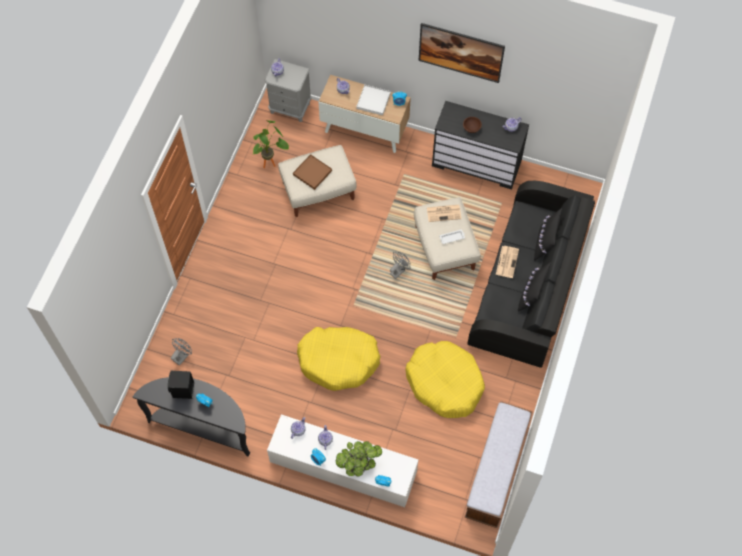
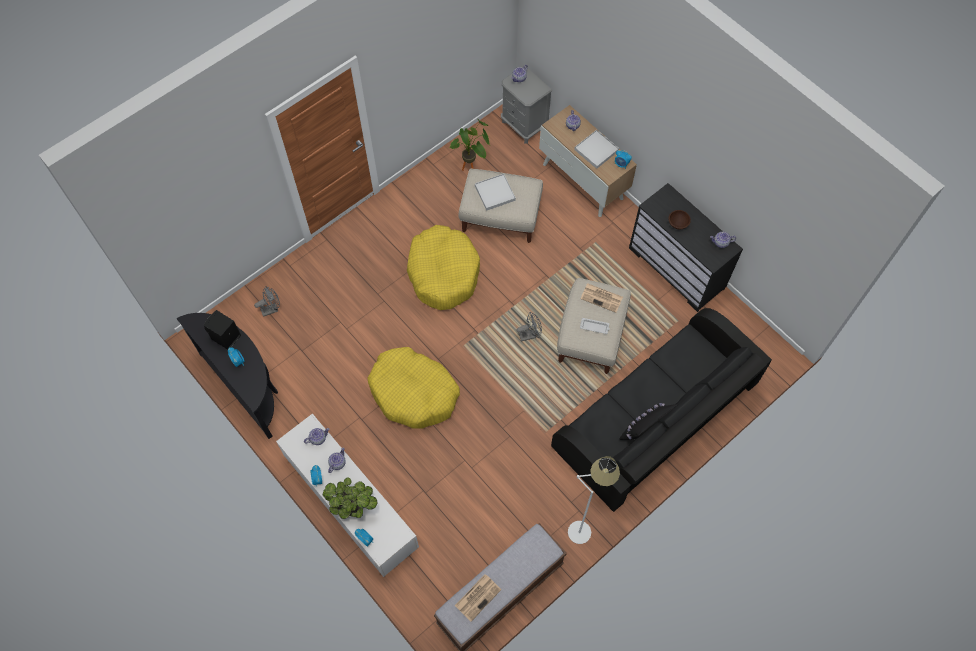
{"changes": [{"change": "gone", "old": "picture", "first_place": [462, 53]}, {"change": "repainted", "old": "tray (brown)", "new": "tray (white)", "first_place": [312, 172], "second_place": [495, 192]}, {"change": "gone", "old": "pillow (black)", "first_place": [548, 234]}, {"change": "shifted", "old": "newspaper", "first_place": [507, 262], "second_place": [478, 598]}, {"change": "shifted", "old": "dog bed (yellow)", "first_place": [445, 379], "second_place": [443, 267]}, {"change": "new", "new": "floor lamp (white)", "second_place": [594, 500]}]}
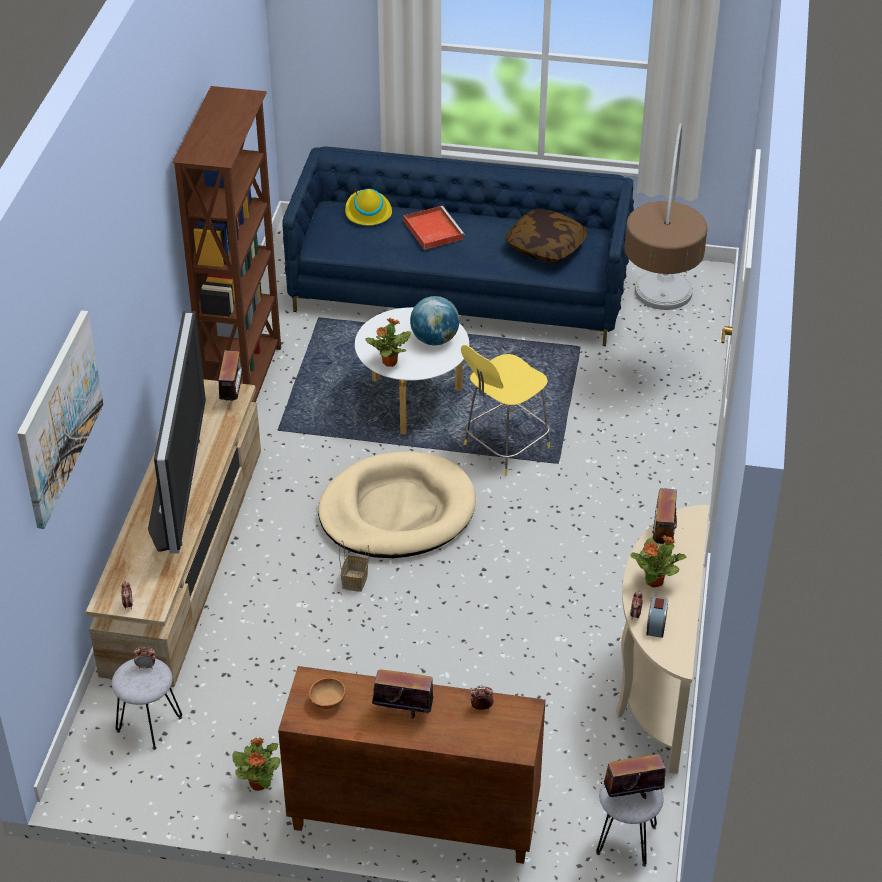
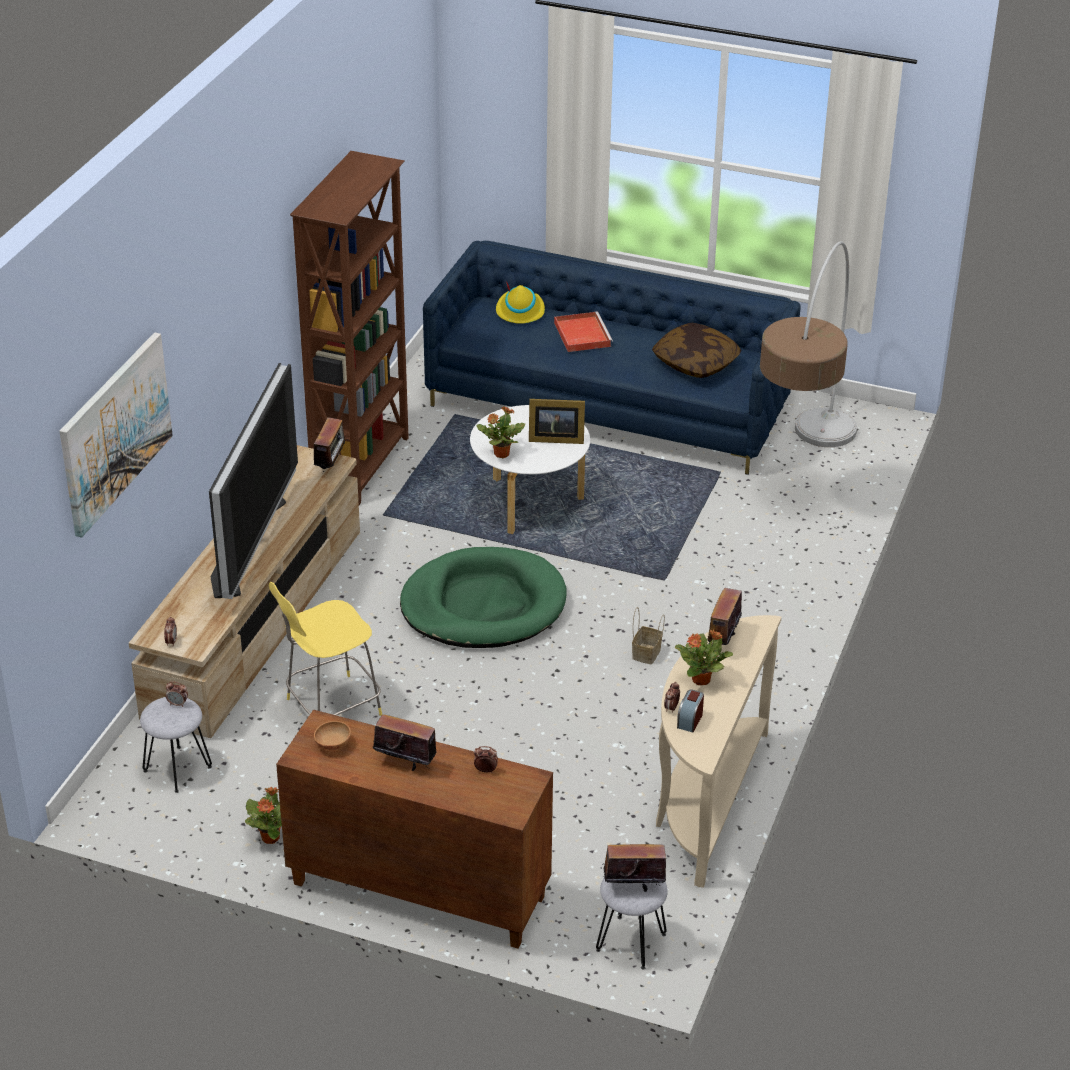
{"changes": [{"change": "swapped", "old": "globe", "new": "picture frame", "first_place": [434, 320], "second_place": [557, 421]}, {"change": "shifted", "old": "stool (yellow)", "first_place": [505, 410], "second_place": [325, 649]}, {"change": "repainted", "old": "dog bed (beige)", "new": "dog bed (green)", "first_place": [397, 504], "second_place": [483, 597]}, {"change": "shifted", "old": "basket", "first_place": [354, 566], "second_place": [648, 635]}]}
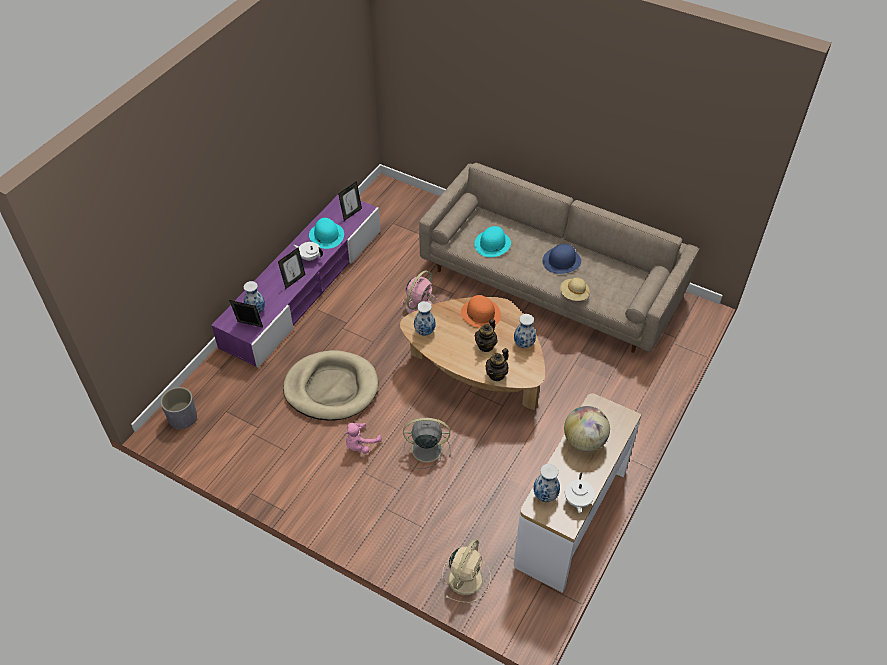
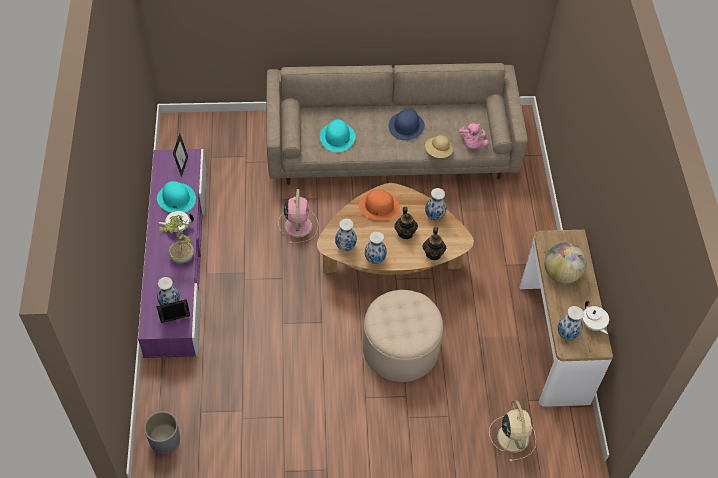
{"changes": [{"change": "swapped", "old": "picture frame", "new": "potted plant", "first_place": [292, 268], "second_place": [175, 239]}, {"change": "gone", "old": "dog bed (beige)", "first_place": [330, 385]}, {"change": "swapped", "old": "fan (grey)", "new": "ottoman (beige)", "first_place": [427, 443], "second_place": [403, 336]}, {"change": "shifted", "old": "plush toy (pink)", "first_place": [363, 438], "second_place": [474, 136]}, {"change": "new", "new": "vase", "second_place": [376, 247]}]}
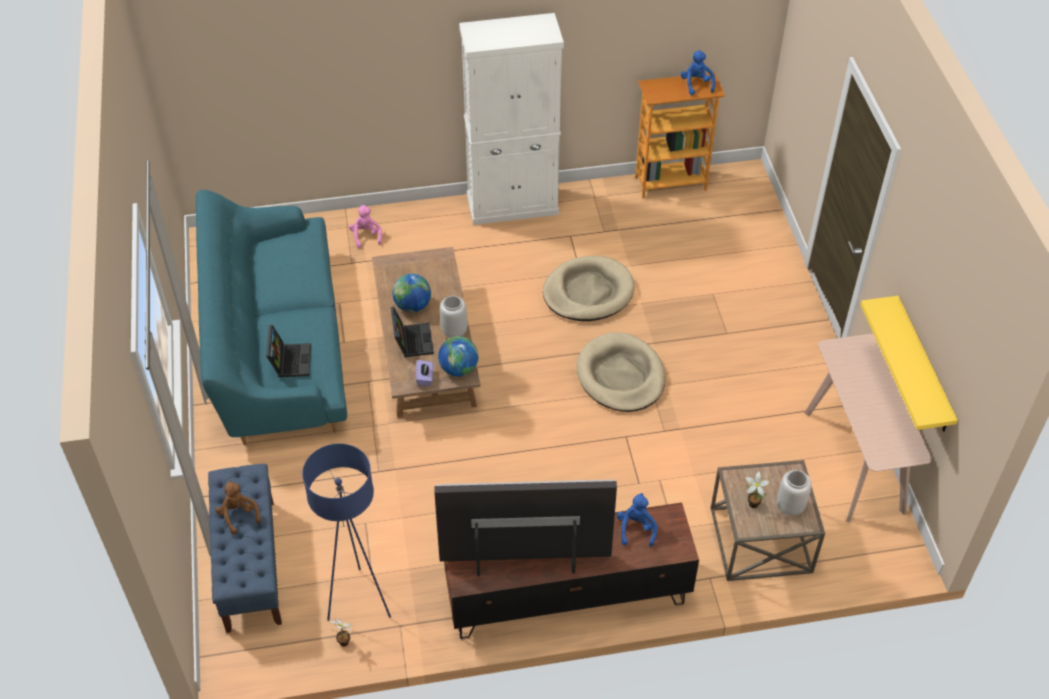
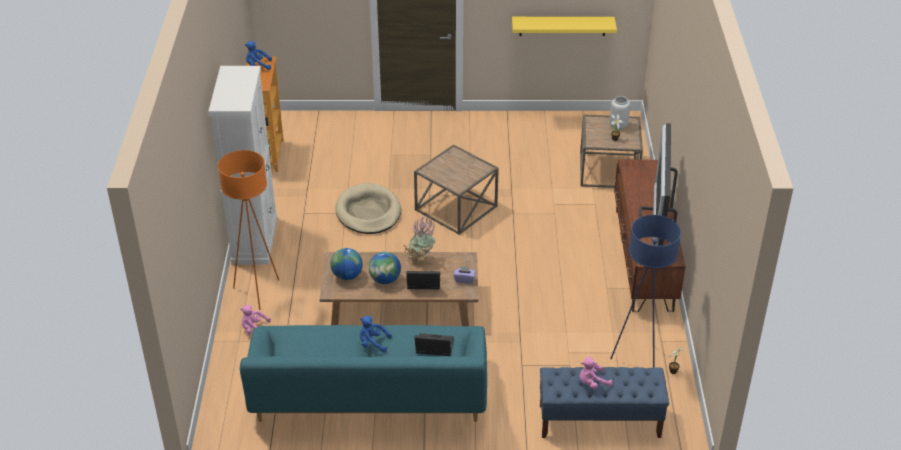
{"changes": [{"change": "swapped", "old": "vase (grey)", "new": "potted plant", "first_place": [453, 317], "second_place": [419, 240]}, {"change": "swapped", "old": "dog bed (beige)", "new": "side table (brown)", "first_place": [620, 372], "second_place": [456, 190]}, {"change": "gone", "old": "console table (beige)", "first_place": [868, 428]}, {"change": "shifted", "old": "globe", "first_place": [458, 356], "second_place": [346, 264]}, {"change": "repainted", "old": "plush toy (brown)", "new": "plush toy (pink)", "first_place": [238, 507], "second_place": [596, 373]}, {"change": "shifted", "old": "plush toy (blue)", "first_place": [637, 519], "second_place": [376, 334]}, {"change": "new", "new": "floor lamp (orange)", "second_place": [248, 230]}]}
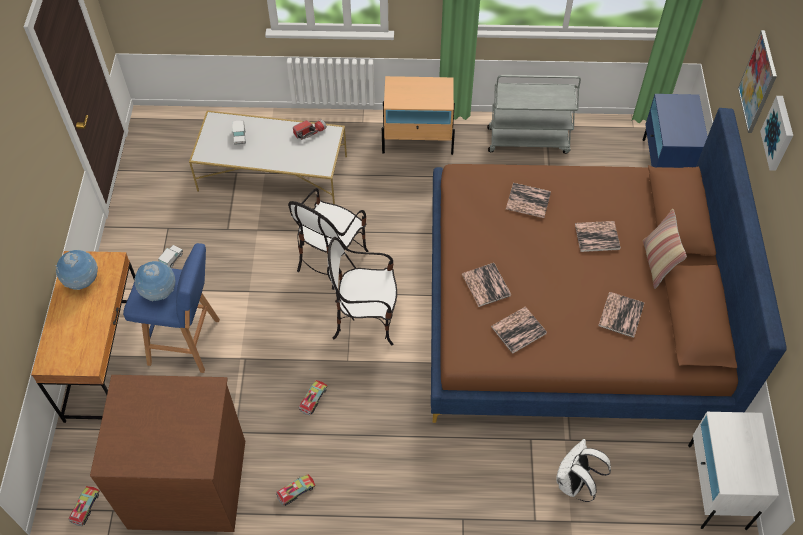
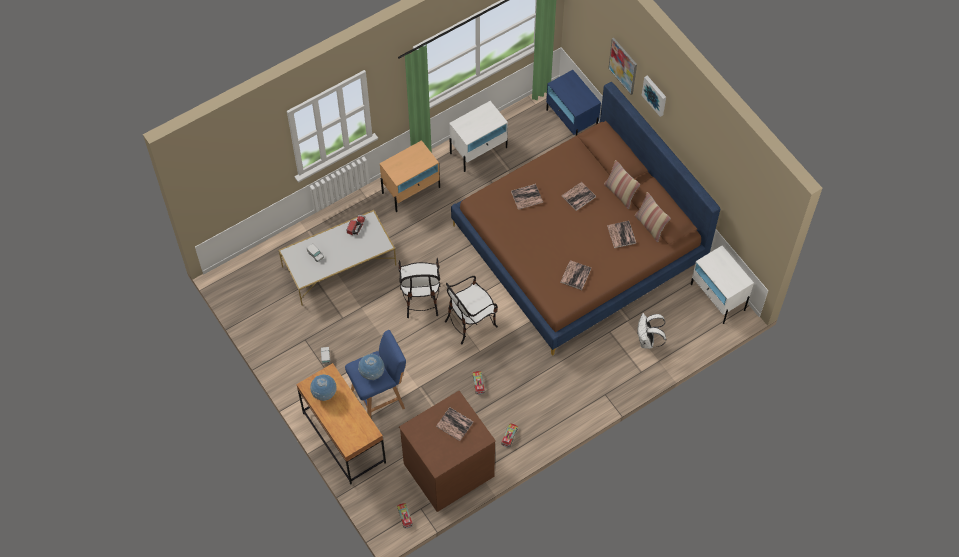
{"changes": [{"change": "swapped", "old": "cart (grey)", "new": "nightstand (white)", "first_place": [534, 114], "second_place": [478, 136]}, {"change": "shifted", "old": "book", "first_place": [486, 285], "second_place": [455, 424]}, {"change": "new", "new": "pillow", "second_place": [653, 217]}]}
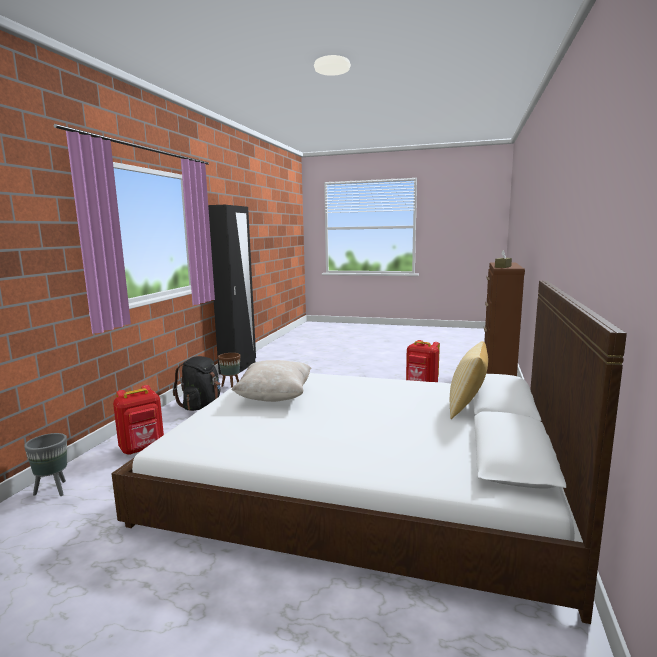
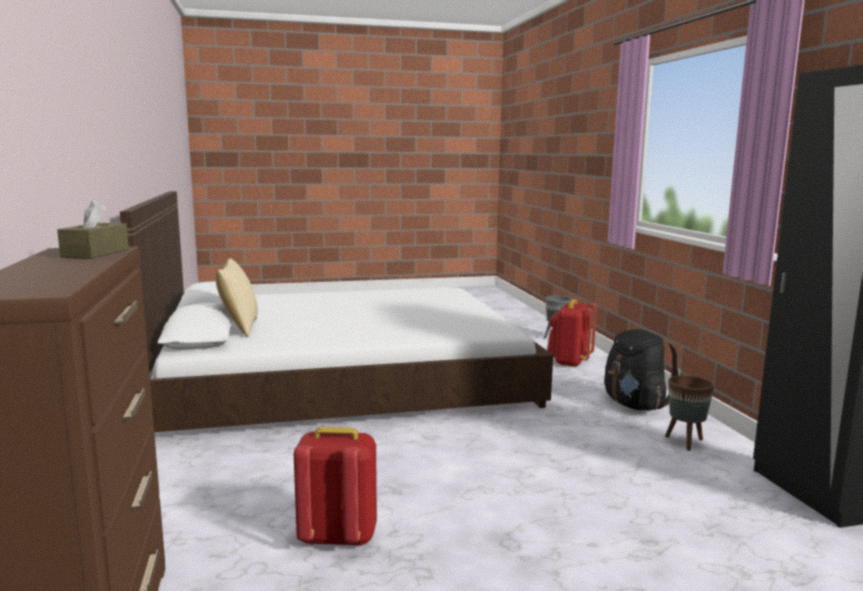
{"changes": [{"change": "gone", "old": "pillow (beige)", "first_place": [271, 381]}]}
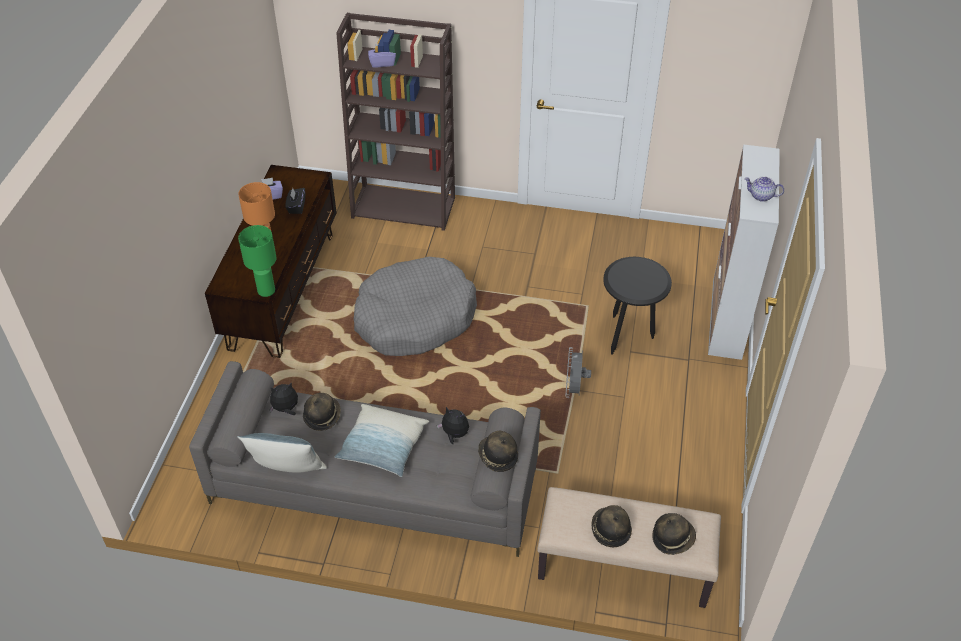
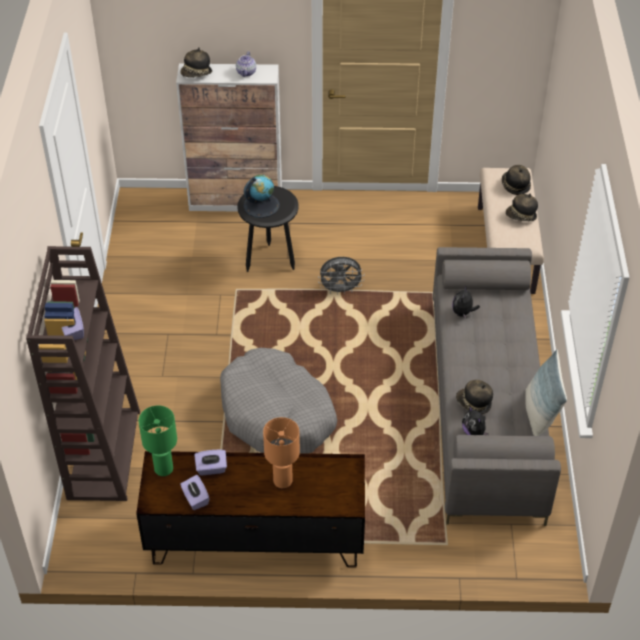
{"changes": [{"change": "repainted", "old": "tissue box (black)", "new": "tissue box (purple)", "first_place": [295, 201], "second_place": [210, 462]}, {"change": "shifted", "old": "table lamp (green)", "first_place": [257, 261], "second_place": [157, 440]}, {"change": "gone", "old": "pillow", "first_place": [382, 440]}, {"change": "shifted", "old": "hat", "first_place": [498, 451], "second_place": [196, 62]}, {"change": "new", "new": "globe", "second_place": [261, 196]}]}
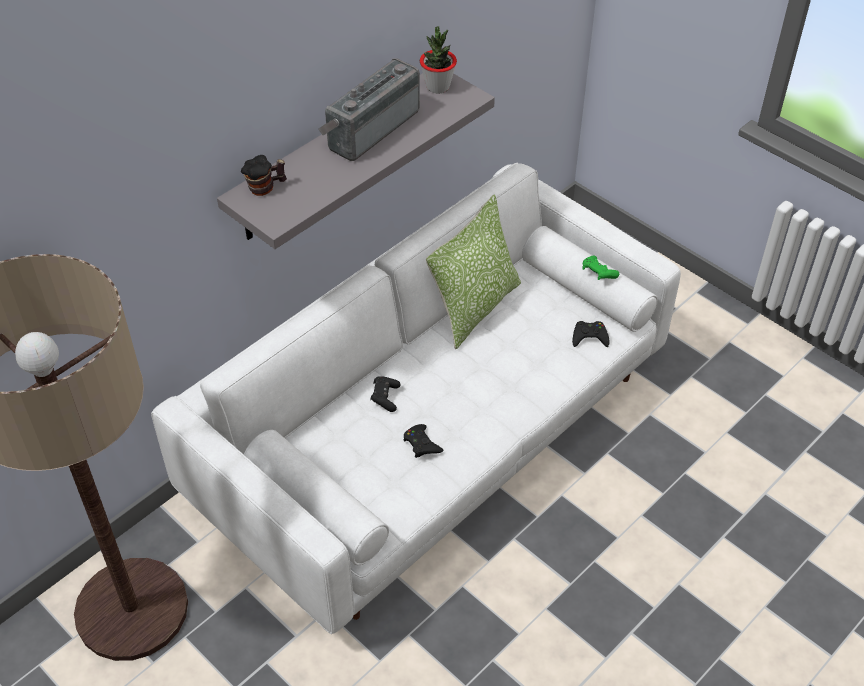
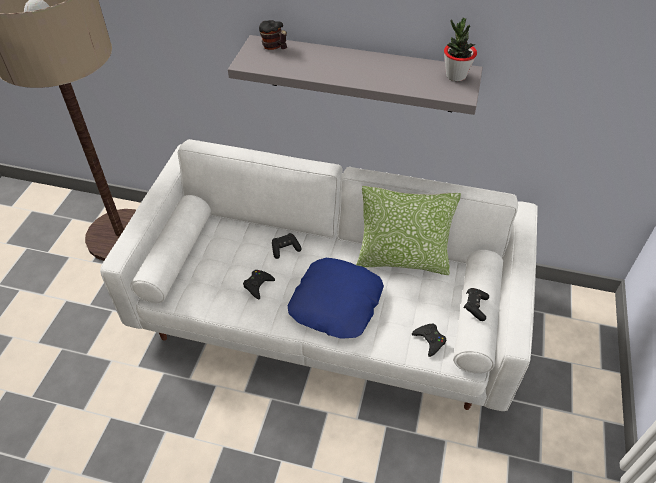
{"changes": [{"change": "gone", "old": "radio", "first_place": [369, 109]}, {"change": "repainted", "old": "game controller (green)", "new": "game controller (black)", "first_place": [600, 268], "second_place": [476, 304]}, {"change": "new", "new": "pillow (blue)", "second_place": [336, 298]}]}
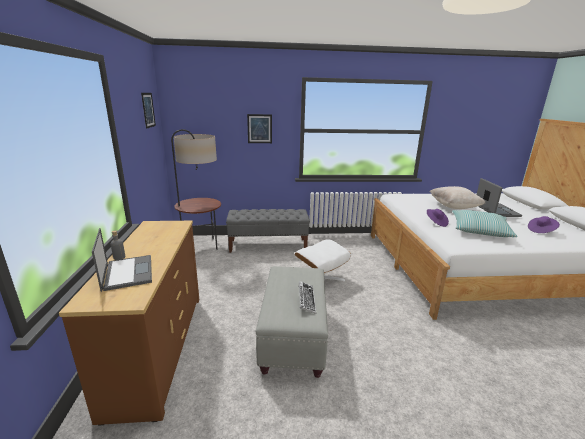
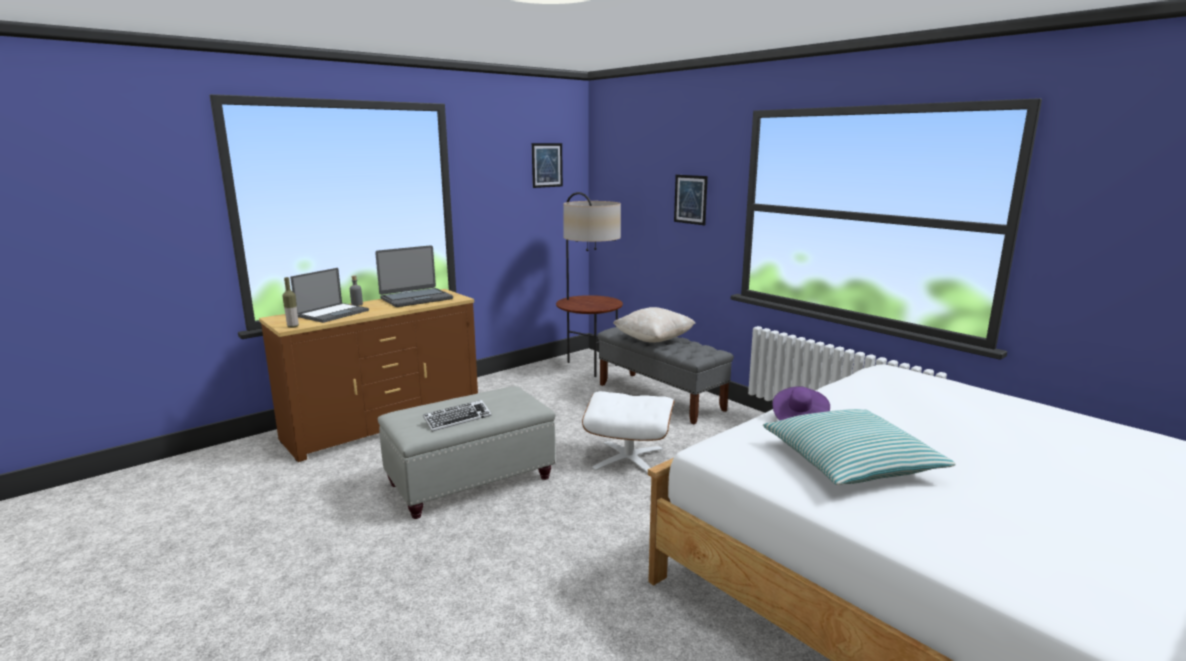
{"changes": [{"change": "shifted", "old": "laptop", "first_place": [499, 197], "second_place": [414, 276]}, {"change": "shifted", "old": "pillow (beige)", "first_place": [457, 197], "second_place": [654, 324]}, {"change": "gone", "old": "hat (purple)", "first_place": [544, 224]}, {"change": "new", "new": "bottle", "second_place": [290, 302]}]}
